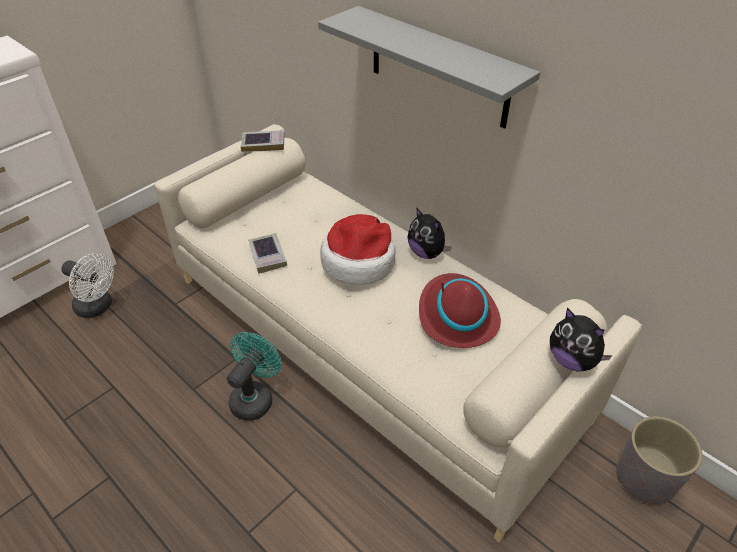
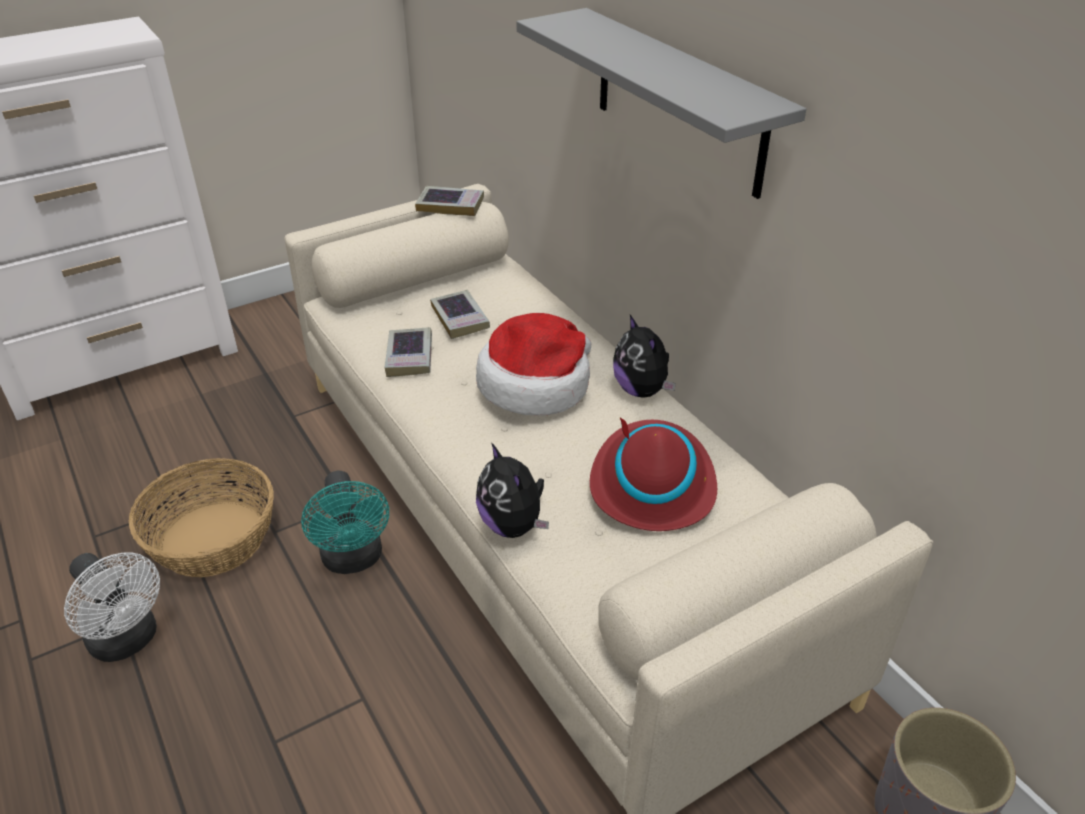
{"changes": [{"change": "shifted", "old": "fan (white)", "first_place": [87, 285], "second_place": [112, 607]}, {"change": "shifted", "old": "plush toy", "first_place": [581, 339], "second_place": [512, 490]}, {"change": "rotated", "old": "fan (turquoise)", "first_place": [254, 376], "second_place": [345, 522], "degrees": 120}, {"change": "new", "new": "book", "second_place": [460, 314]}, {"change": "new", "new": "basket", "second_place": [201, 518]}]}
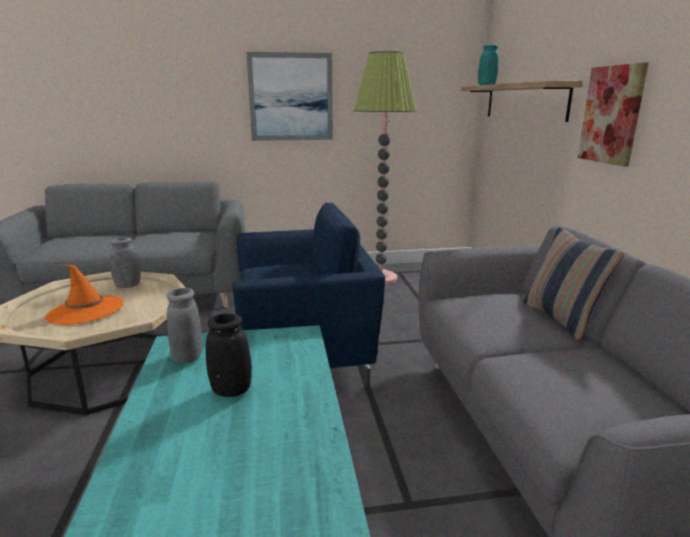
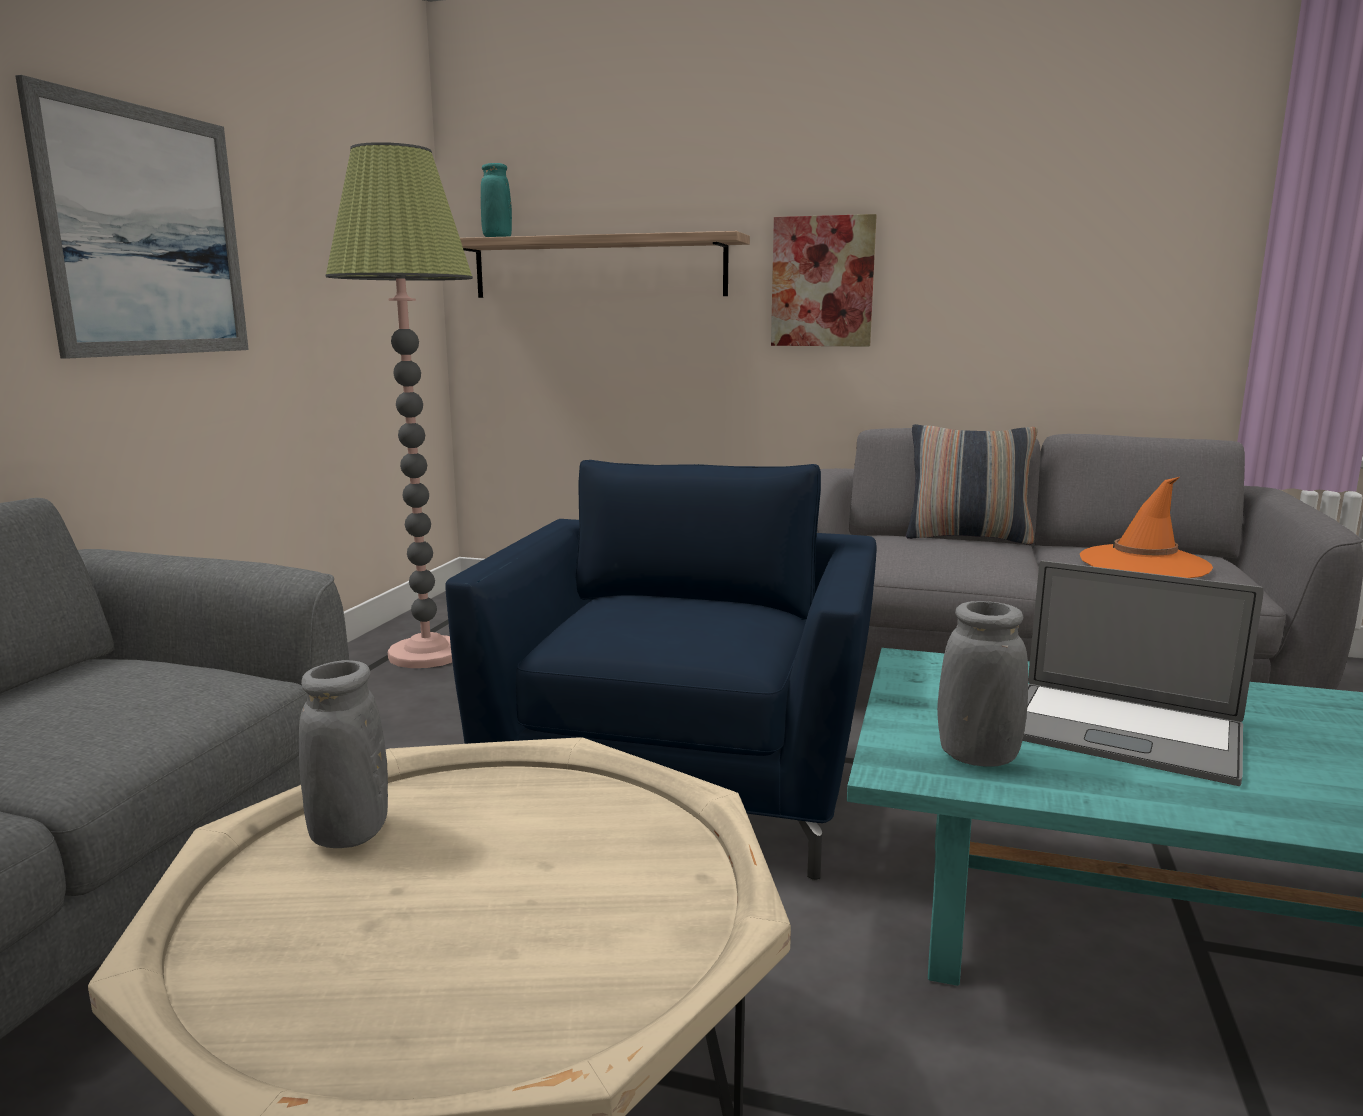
{"changes": [{"change": "shifted", "old": "hat (orange)", "first_place": [84, 295], "second_place": [1146, 527]}, {"change": "swapped", "old": "vase (black)", "new": "laptop", "first_place": [229, 355], "second_place": [1142, 673]}]}
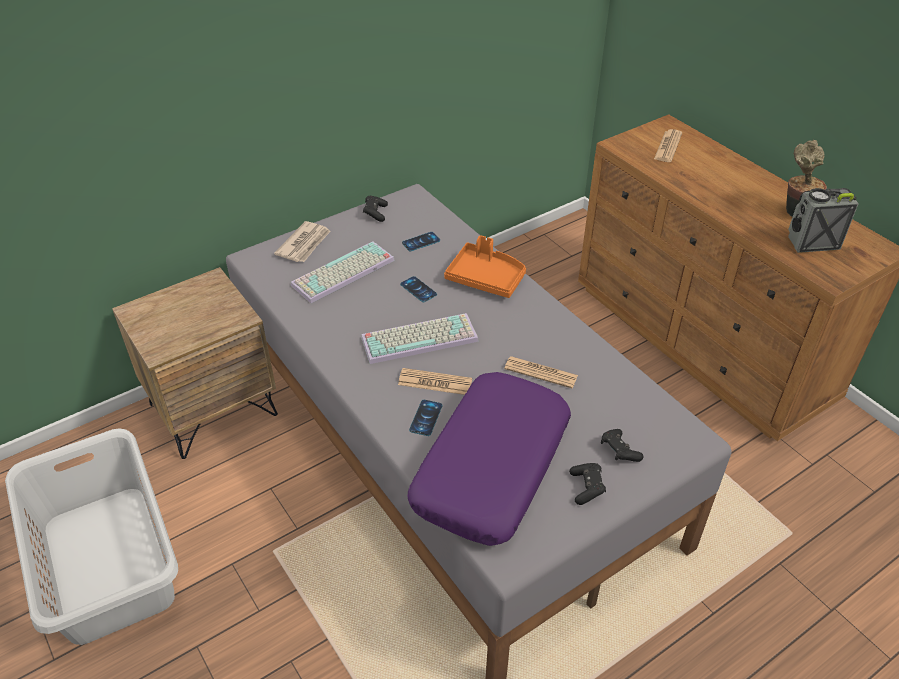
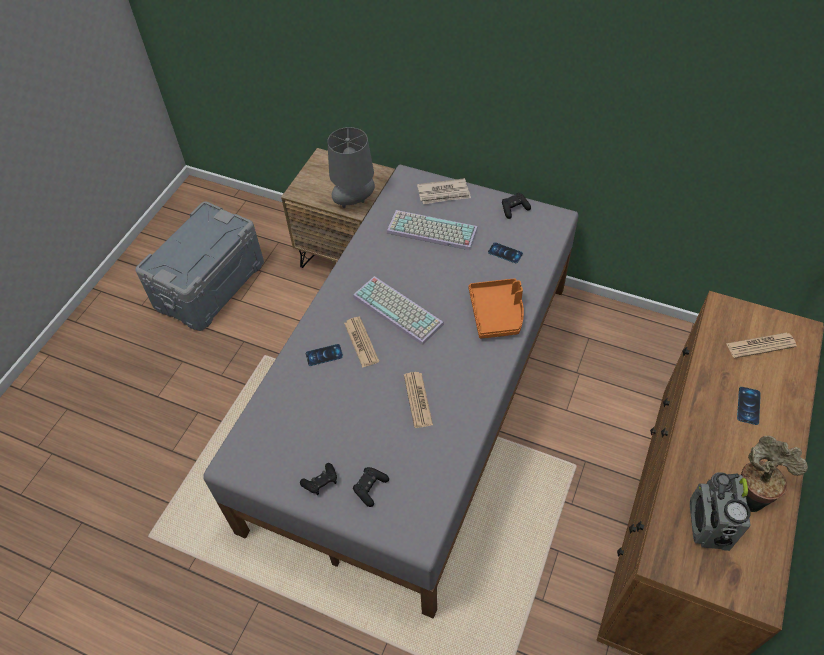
{"changes": [{"change": "rotated", "old": "radio", "first_place": [823, 220], "second_place": [720, 511], "degrees": -135}, {"change": "shifted", "old": "phone", "first_place": [418, 289], "second_place": [749, 406]}, {"change": "gone", "old": "pillow (purple)", "first_place": [489, 459]}, {"change": "swapped", "old": "laundry basket (grey)", "new": "storage box (grey)", "first_place": [91, 536], "second_place": [199, 266]}, {"change": "new", "new": "table lamp (grey)", "second_place": [351, 167]}]}
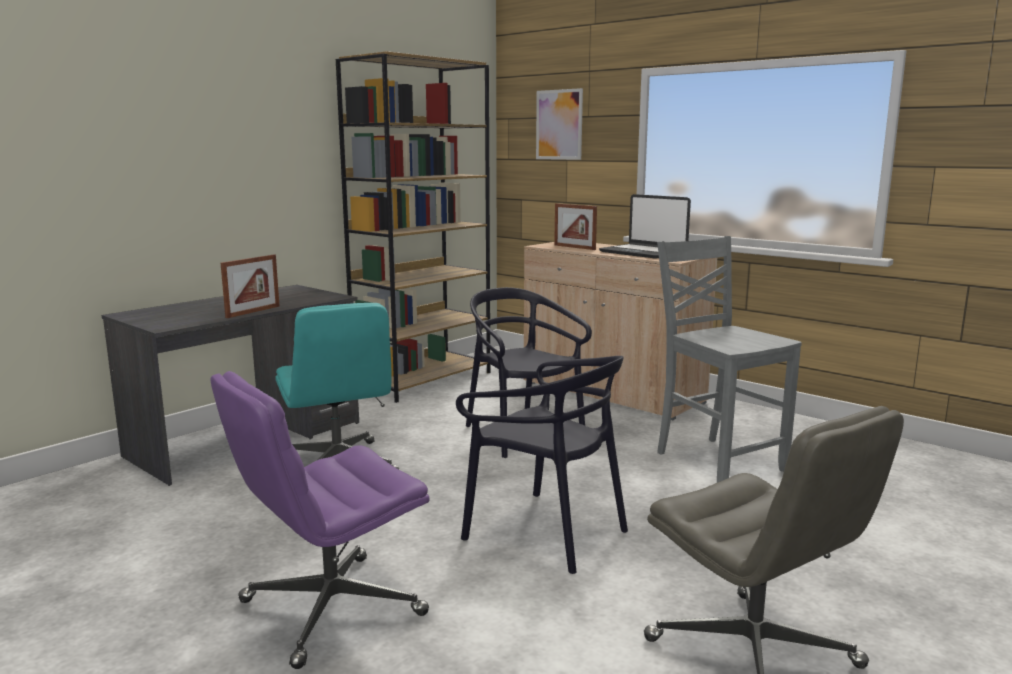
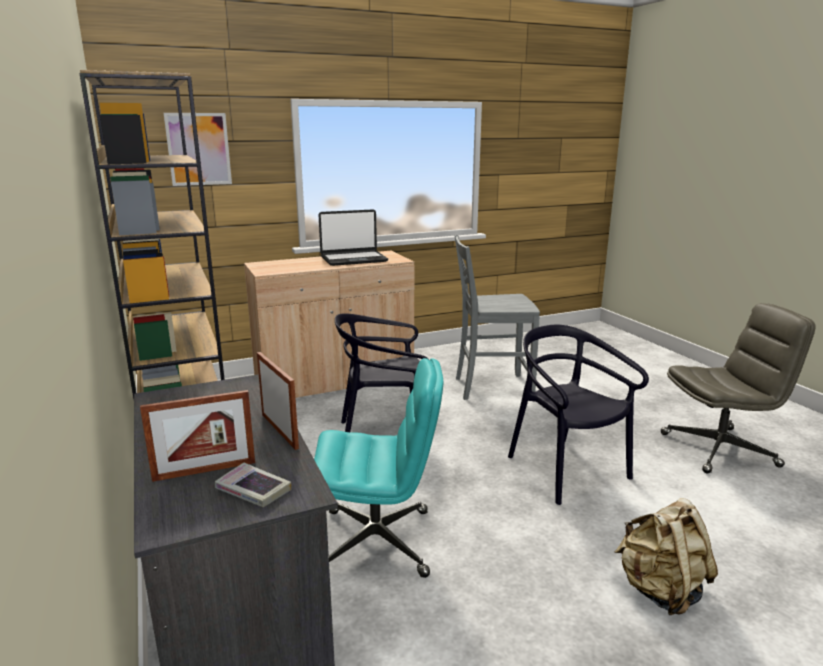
{"changes": [{"change": "shifted", "old": "picture frame", "first_place": [575, 226], "second_place": [197, 436]}, {"change": "rotated", "old": "chair (black)", "first_place": [542, 465], "second_place": [578, 415], "degrees": -90}, {"change": "swapped", "old": "office chair (purple)", "new": "backpack (beige)", "first_place": [319, 520], "second_place": [666, 556]}, {"change": "new", "new": "book", "second_place": [253, 484]}]}
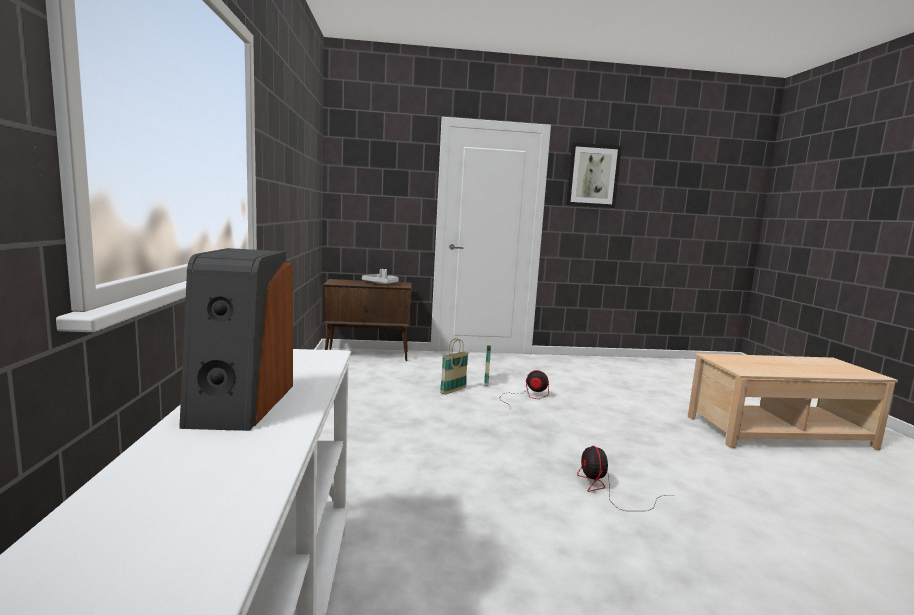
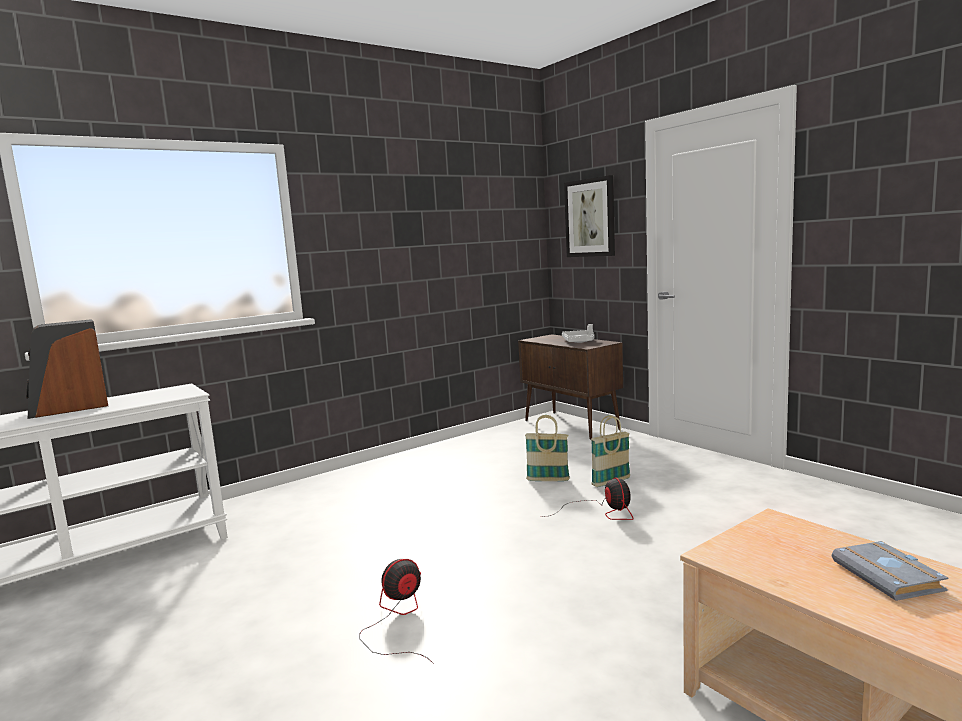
{"changes": [{"change": "shifted", "old": "picture", "first_place": [594, 175], "second_place": [589, 216]}, {"change": "new", "new": "book (grey)", "second_place": [890, 571]}]}
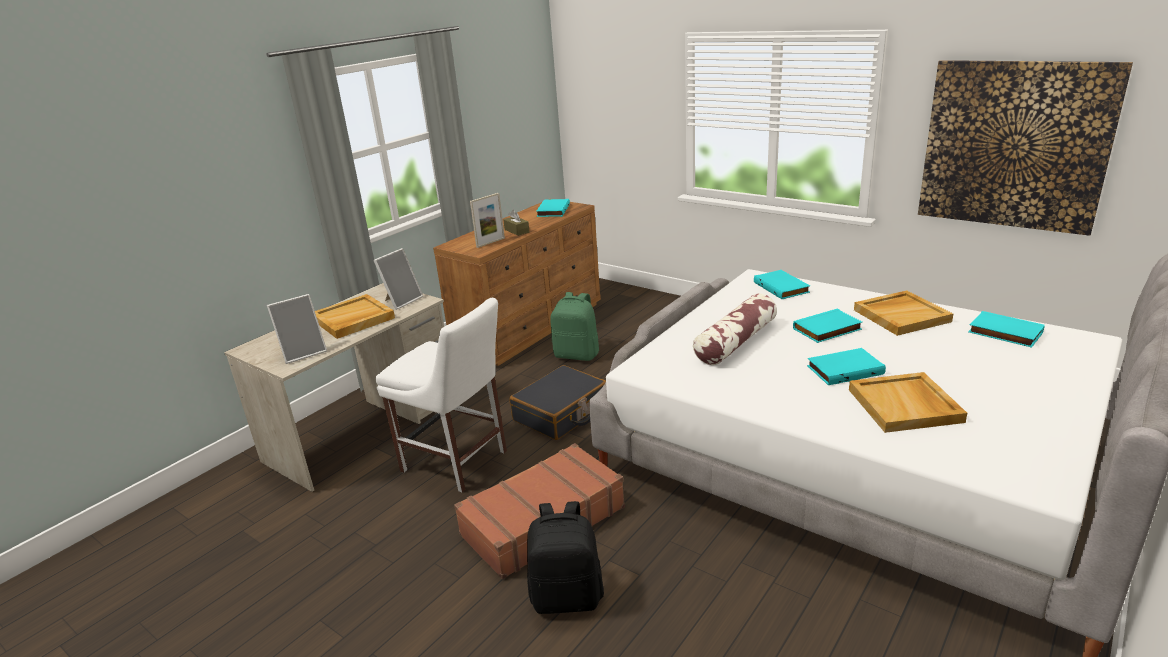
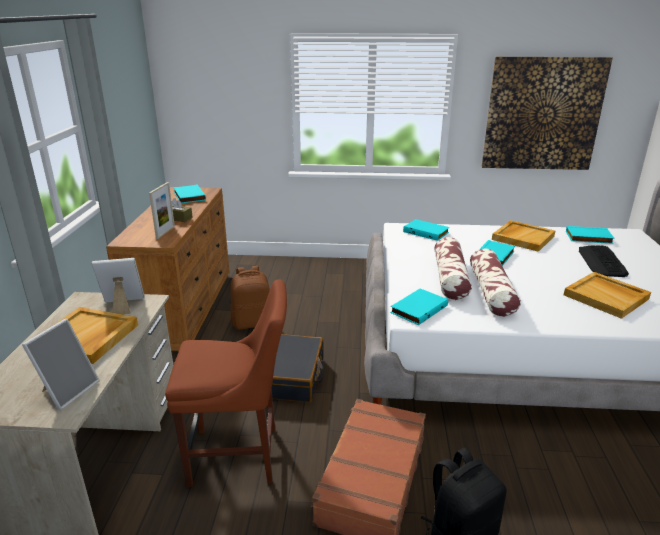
{"changes": [{"change": "rotated", "old": "picture frame", "first_place": [398, 279], "second_place": [118, 286], "degrees": -105}, {"change": "repainted", "old": "backpack (green)", "new": "backpack (brown)", "first_place": [574, 326], "second_place": [250, 297]}, {"change": "repainted", "old": "chair (white)", "new": "chair (brown)", "first_place": [441, 395], "second_place": [226, 383]}, {"change": "shifted", "old": "book (turquoise)", "first_place": [846, 366], "second_place": [419, 306]}, {"change": "new", "new": "keyboard", "second_place": [604, 261]}, {"change": "new", "new": "pillow", "second_place": [495, 282]}]}
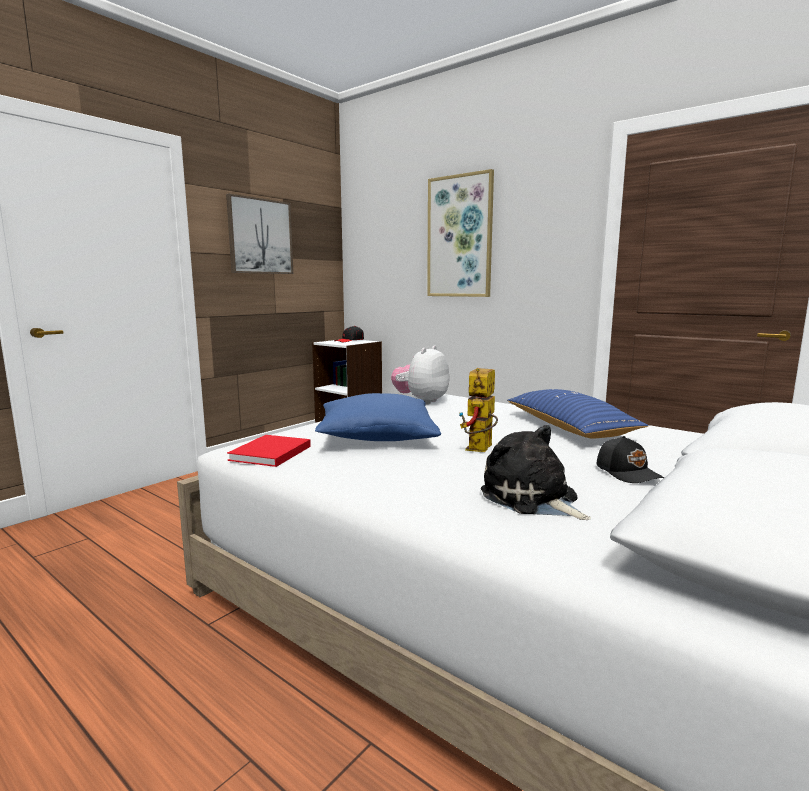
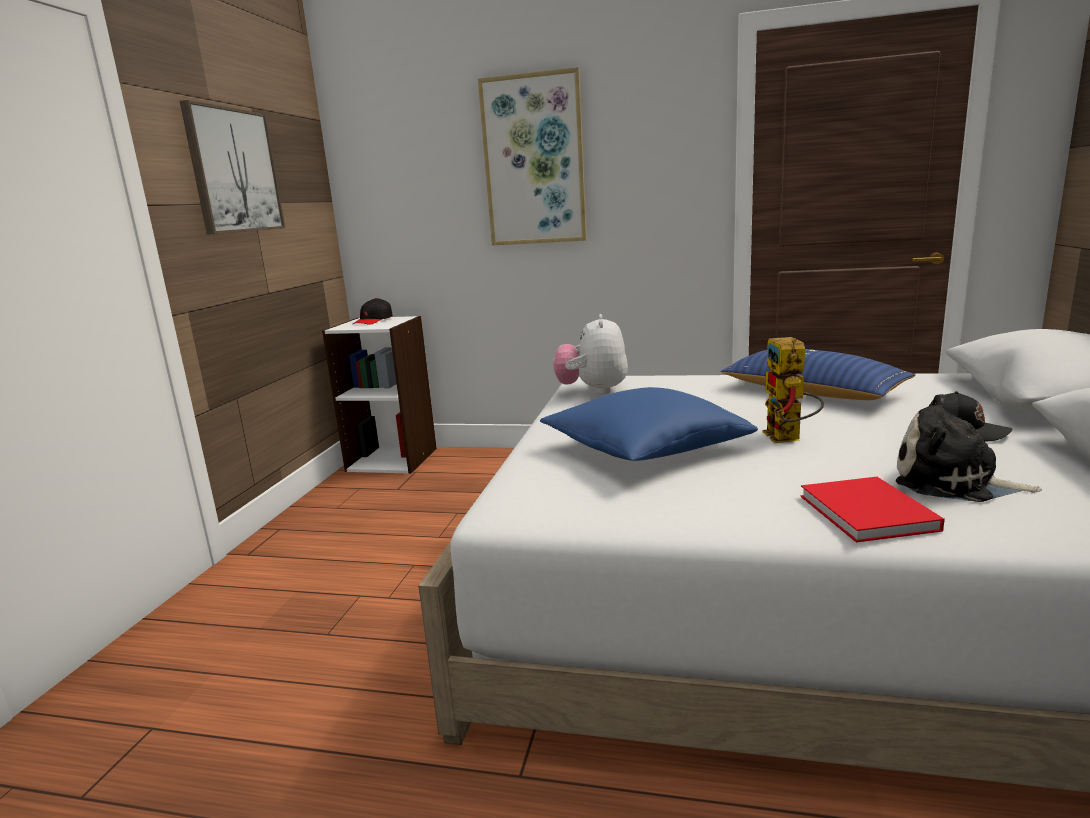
{"changes": [{"change": "shifted", "old": "book (red)", "first_place": [269, 451], "second_place": [872, 509]}]}
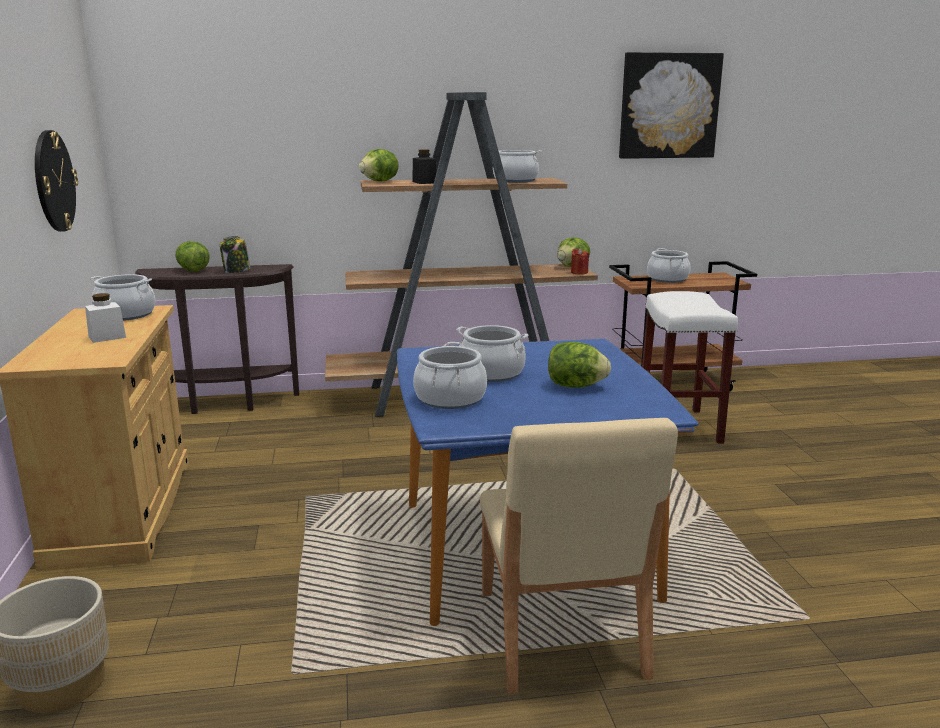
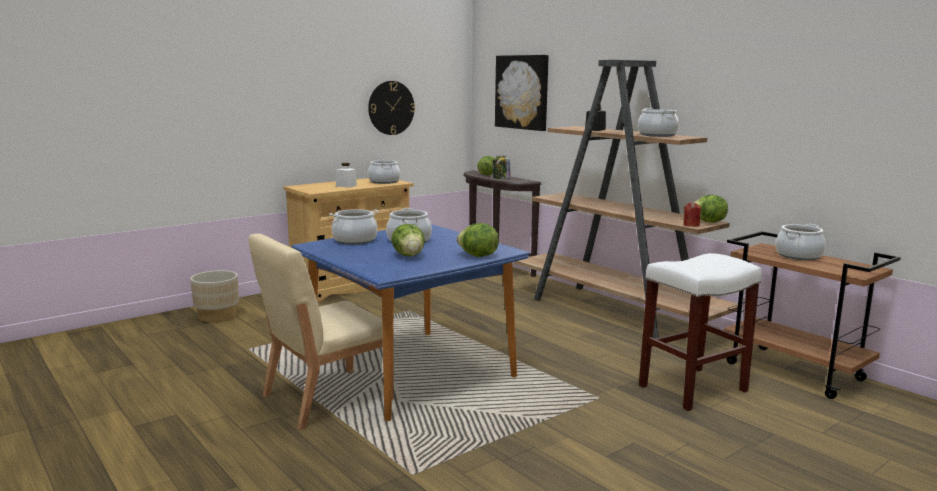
{"changes": [{"change": "shifted", "old": "picture", "first_place": [671, 105], "second_place": [522, 93]}, {"change": "shifted", "old": "lettuce", "first_place": [379, 165], "second_place": [478, 240]}]}
